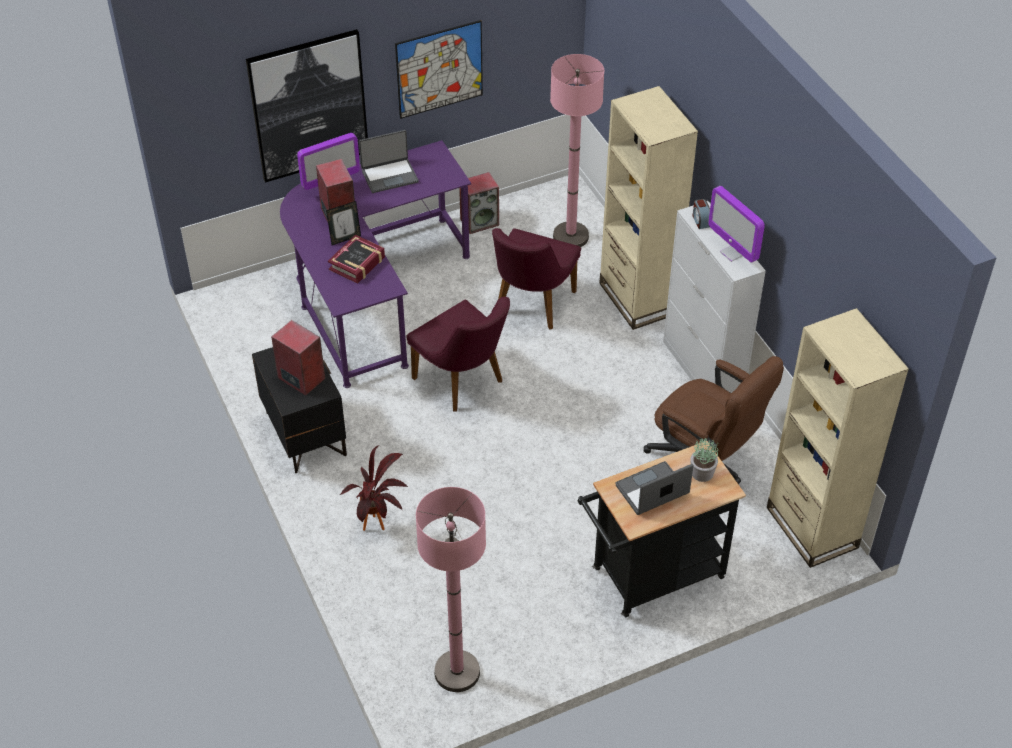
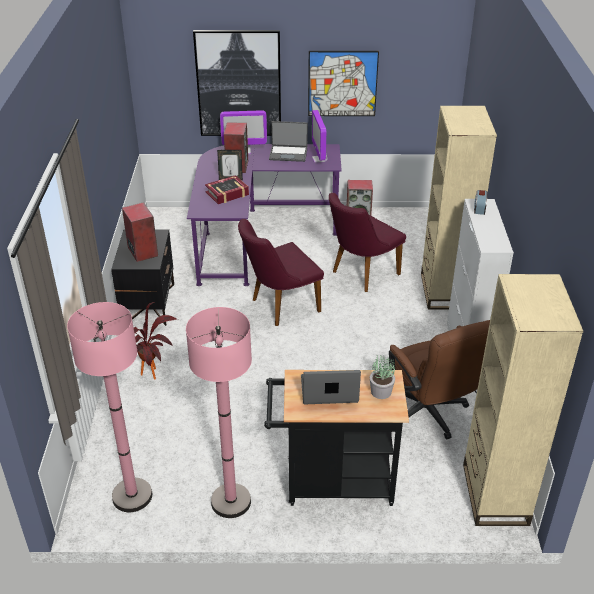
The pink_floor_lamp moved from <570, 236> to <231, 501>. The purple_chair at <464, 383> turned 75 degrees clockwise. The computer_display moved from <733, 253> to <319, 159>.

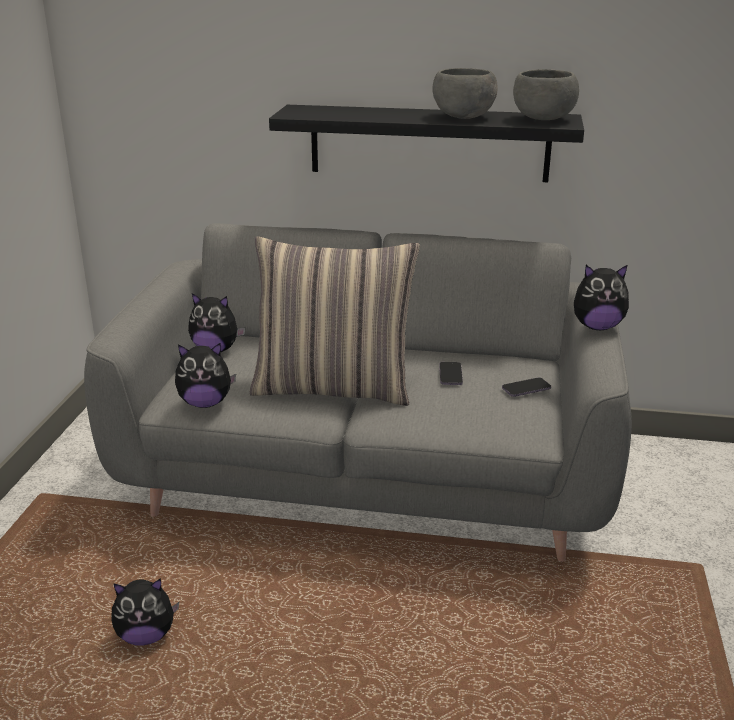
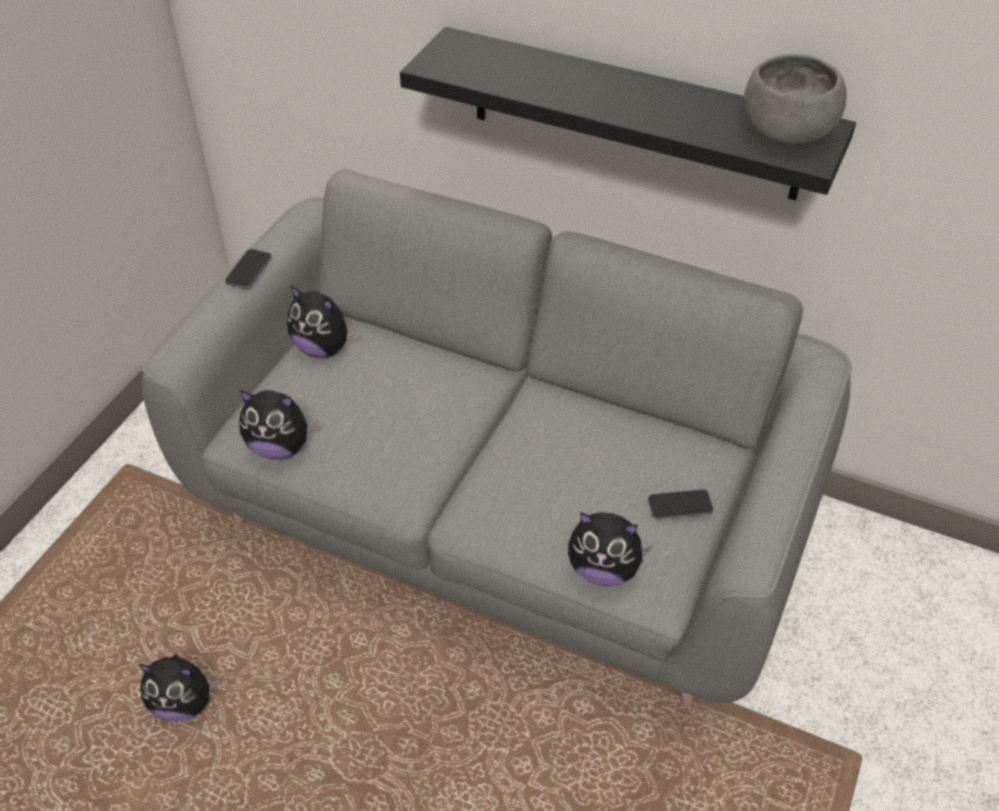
The telephone moved from <450, 375> to <248, 270>. The soft_toy moved from <597, 327> to <603, 569>. The pillow at <334, 387> disappeared. The grey_serving_bowl at <463, 117> disappeared.

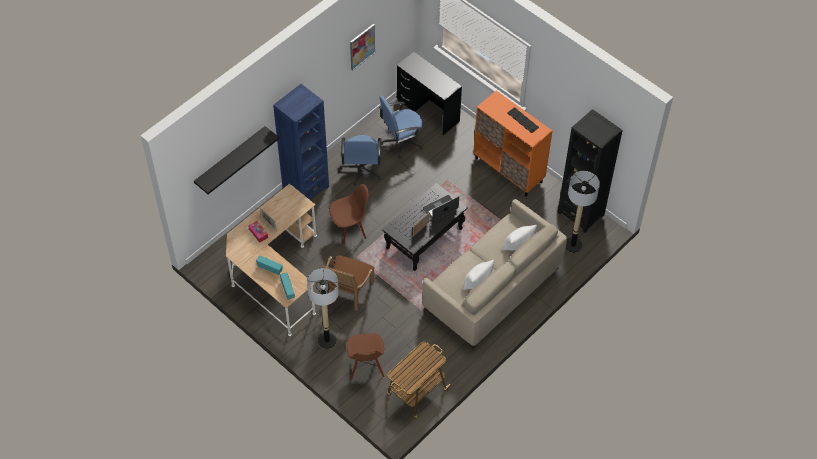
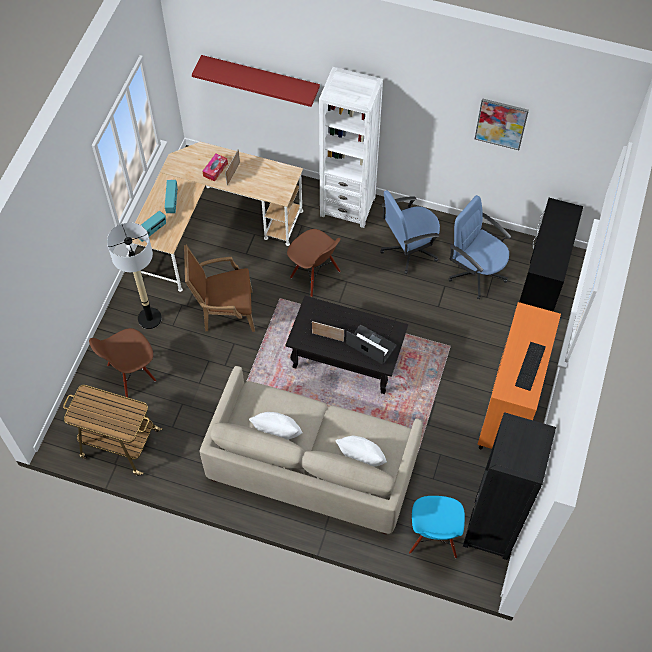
The black_wall_shelf at <230, 158> became the red_wall_shelf at <260, 77>. The blue_bookcase at <305, 188> became the white_bookcase at <347, 206>. The floor_lamp at <573, 245> was replaced by the blue_chair at <433, 538>.

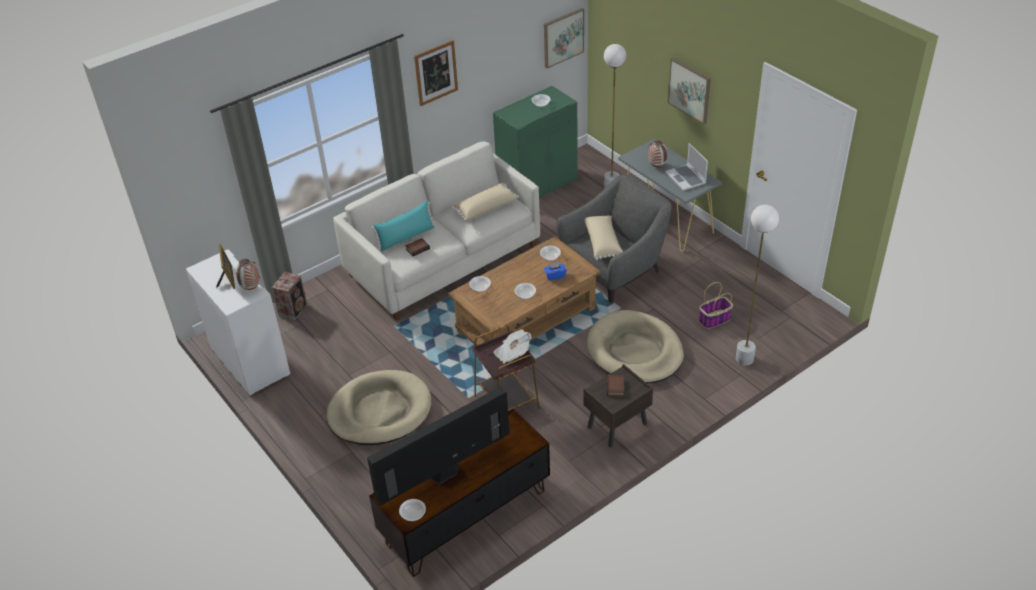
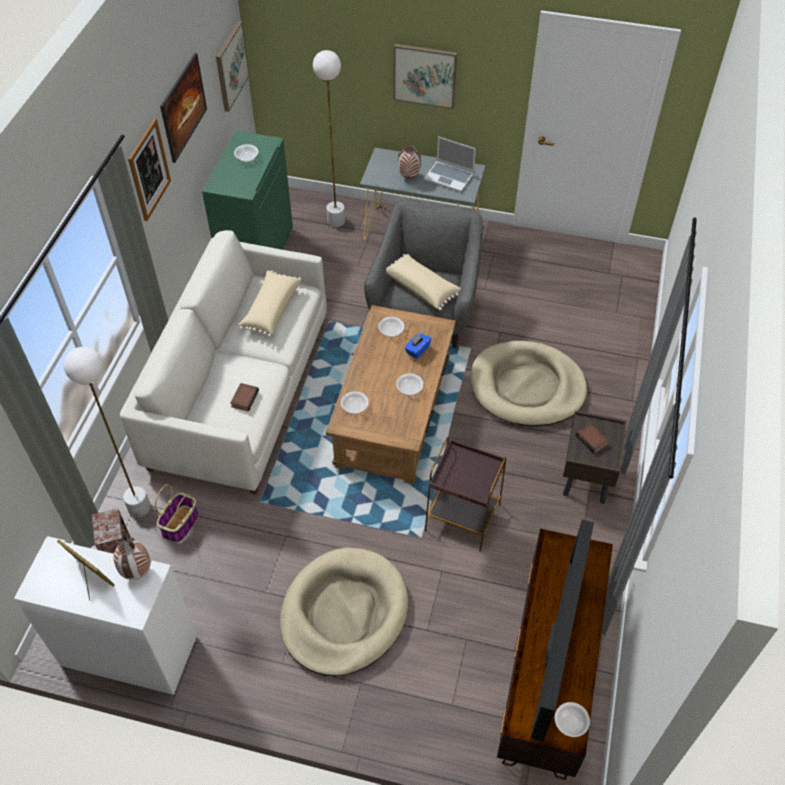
The white_floor_lamp moved from <744, 359> to <139, 507>. The storage_basket moved from <714, 320> to <180, 525>. The wall_picture at <186, 121> appeared. The blue-green_pillow at <406, 237> disappeared. The printed_paper at <512, 353> disappeared.

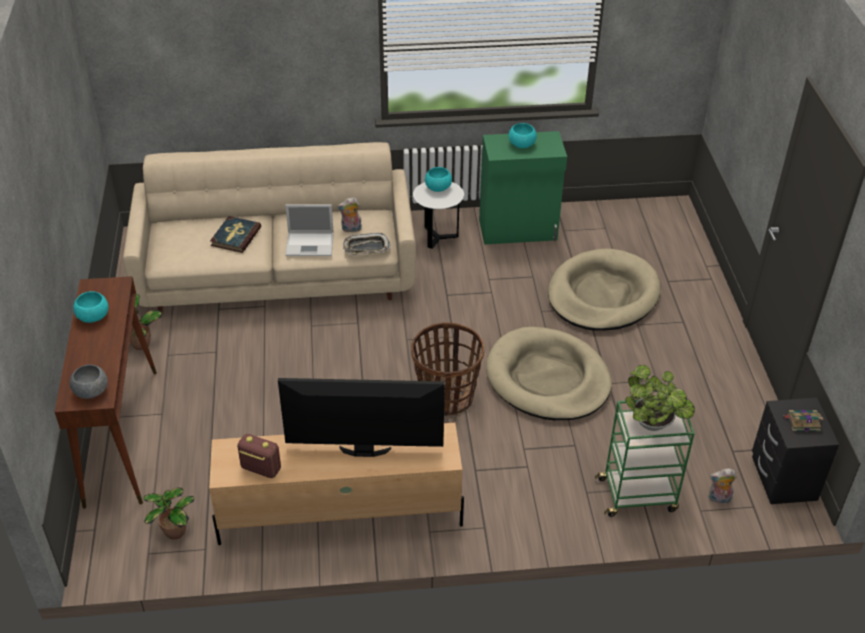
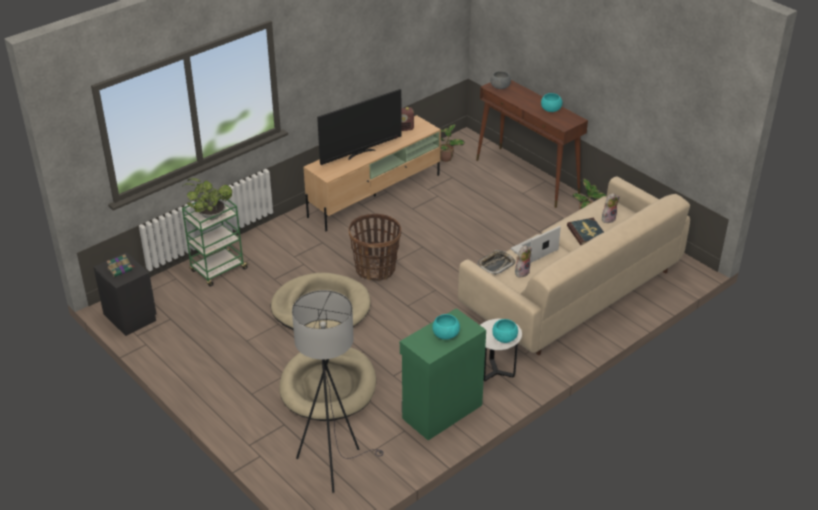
The grey_floor_lamp at <333, 463> appeared. The soft_toy moved from <718, 499> to <608, 218>.

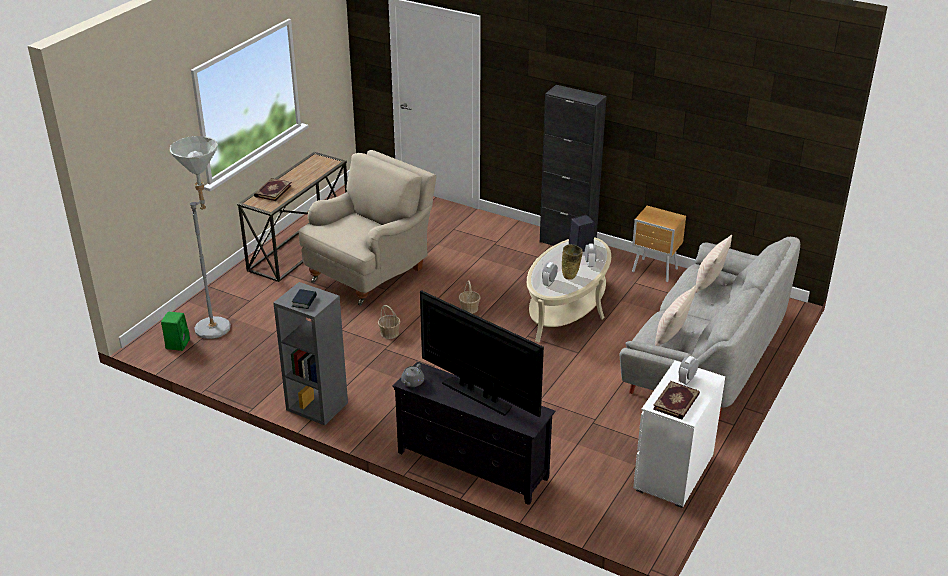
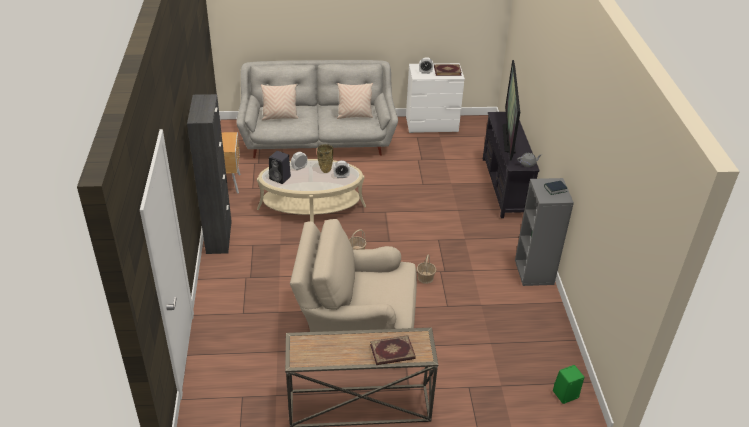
The grey_floor_lamp at <218, 325> disappeared.

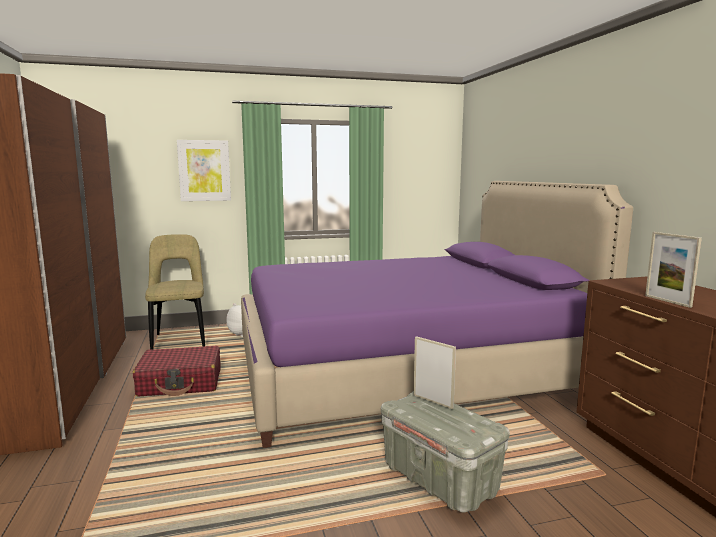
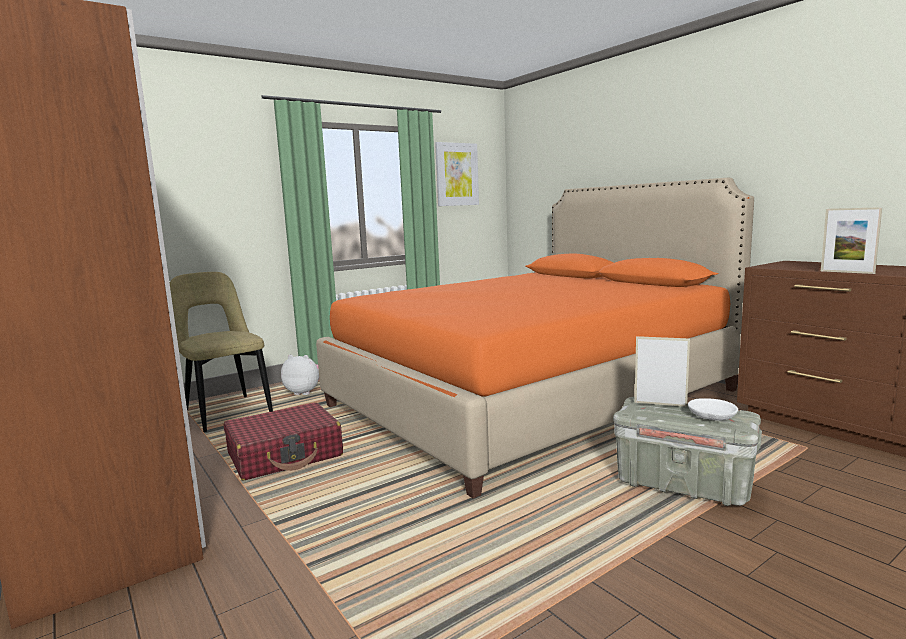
The purple_bed at <404, 370> became the orangey_bed at <531, 398>. The wall_picture moved from <204, 170> to <456, 174>. The white_serving_bowl at <712, 416> appeared.

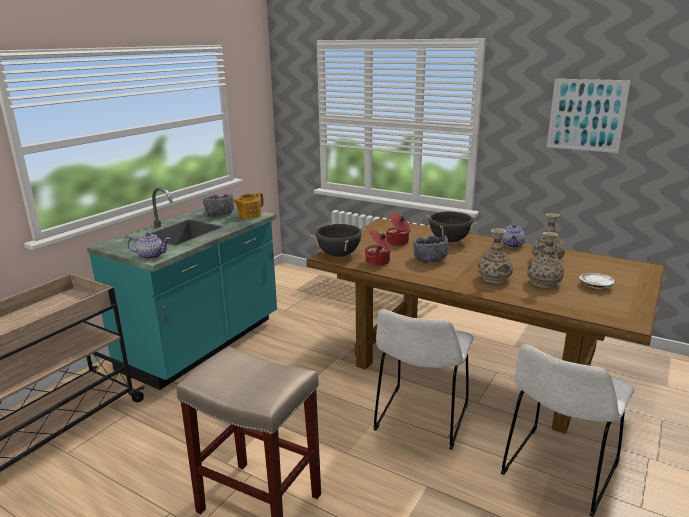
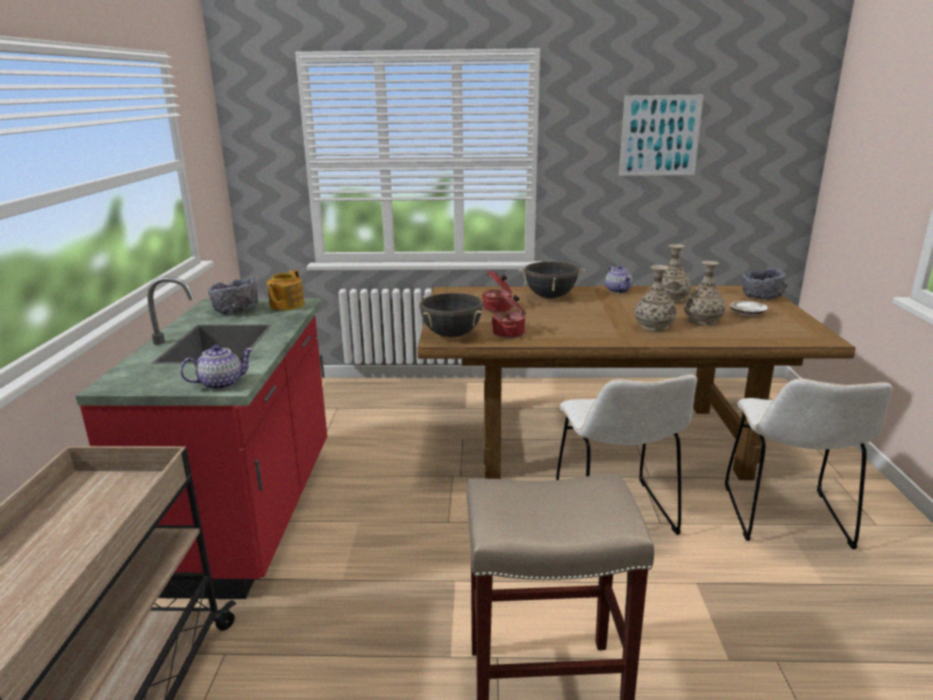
The blue-green_kitchen_base_unit at <203, 344> became the red_kitchen_base_unit at <249, 514>. The grey_serving_bowl moved from <430, 259> to <761, 296>.

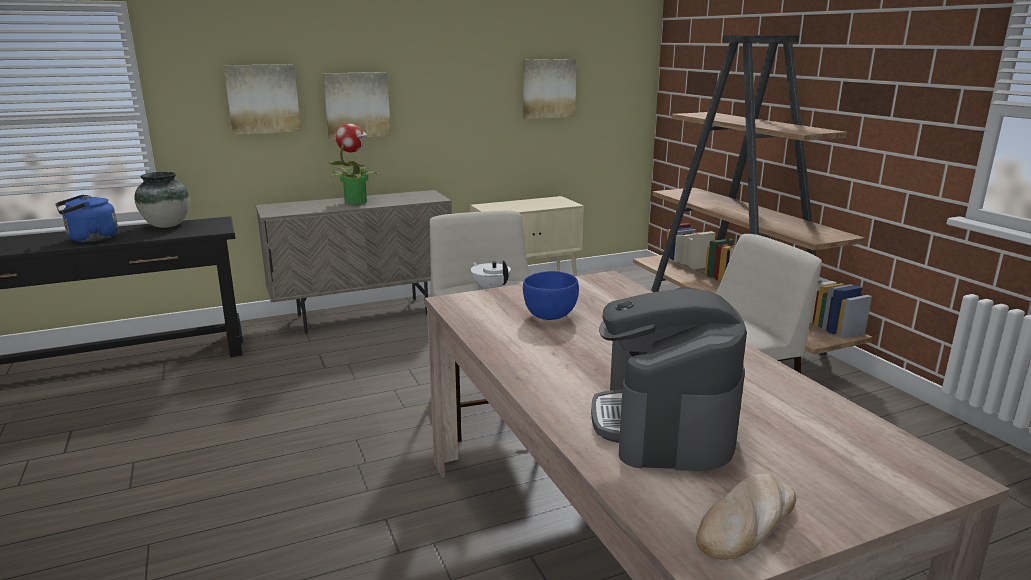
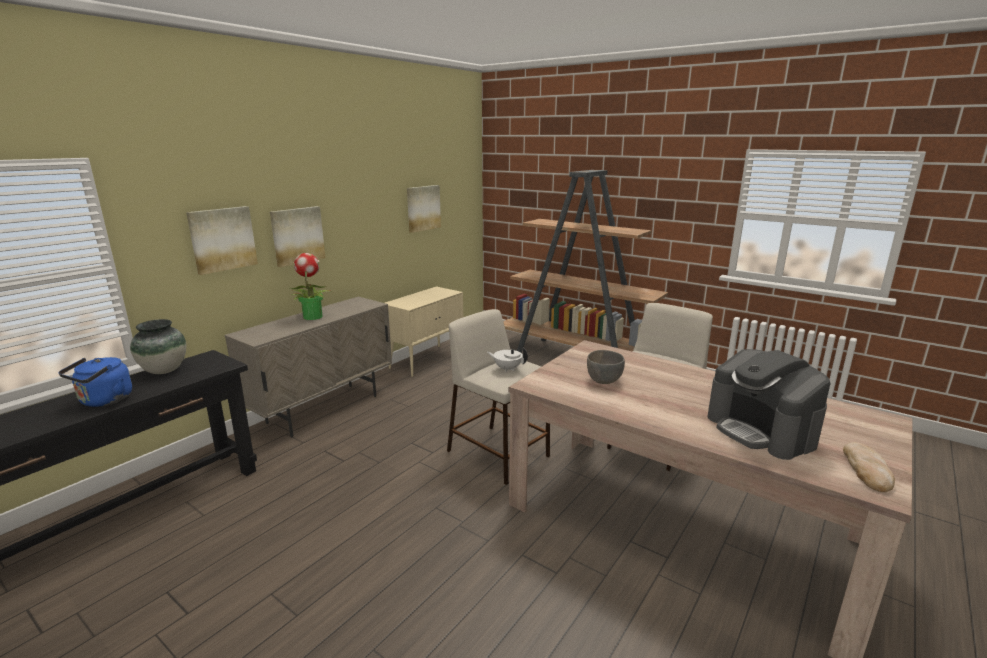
The blue_serving_bowl at <550, 316> became the grey_serving_bowl at <604, 380>.

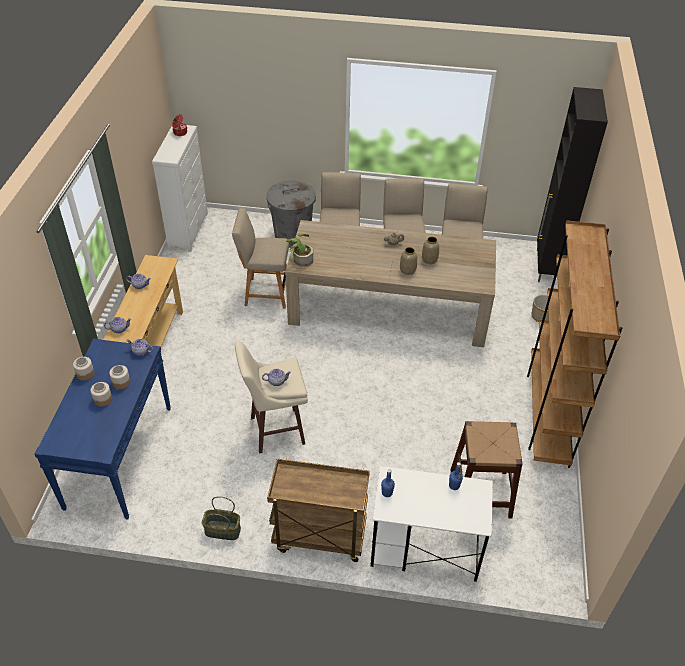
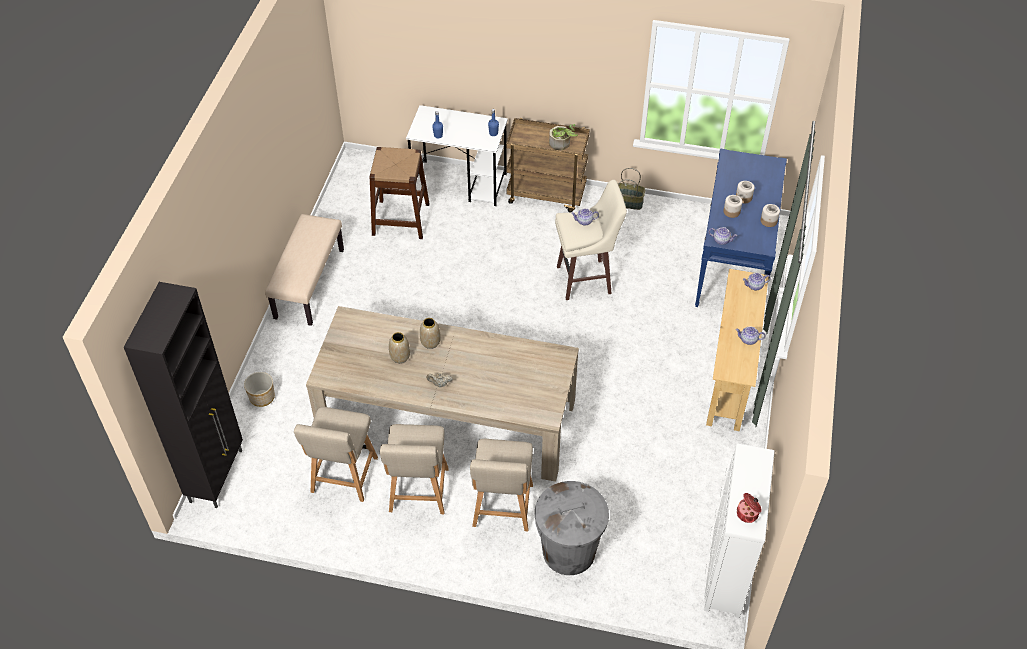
The brown_bookcase at <547, 414> was replaced by the beige_indoor_bench at <309, 283>. The plant_in_a_pot moved from <301, 258> to <562, 144>. The beige_chair at <265, 293> disappeared.

